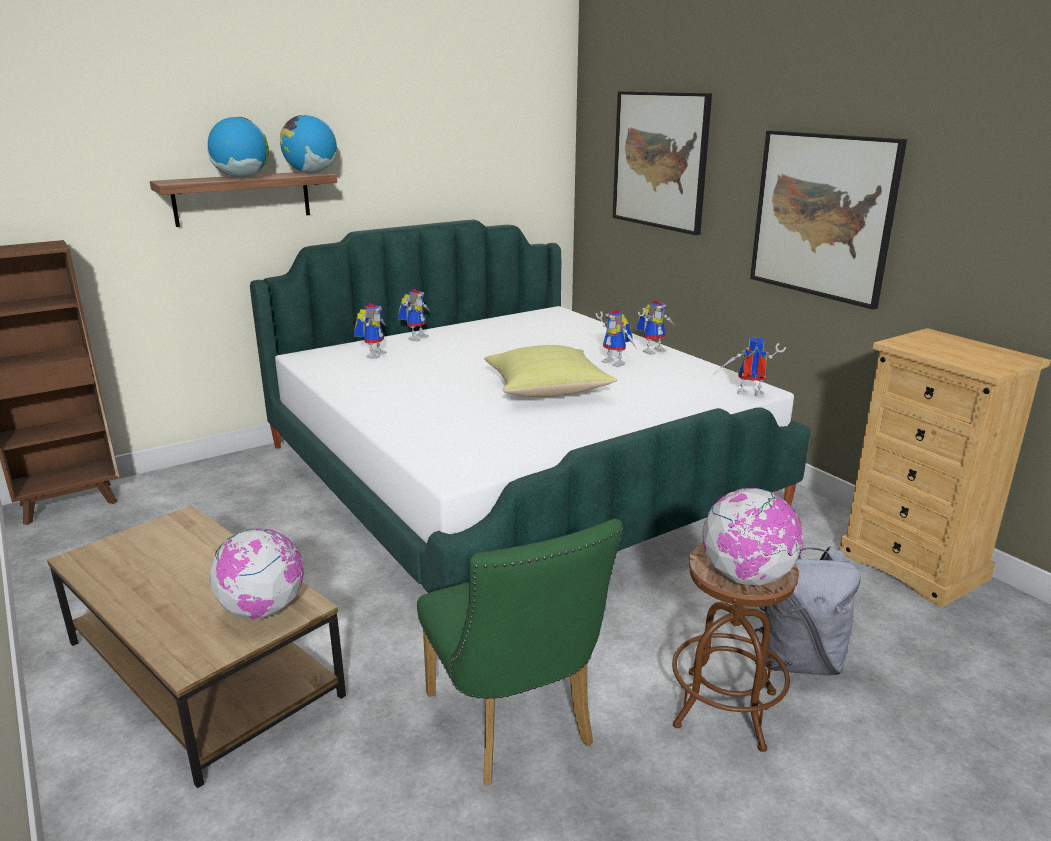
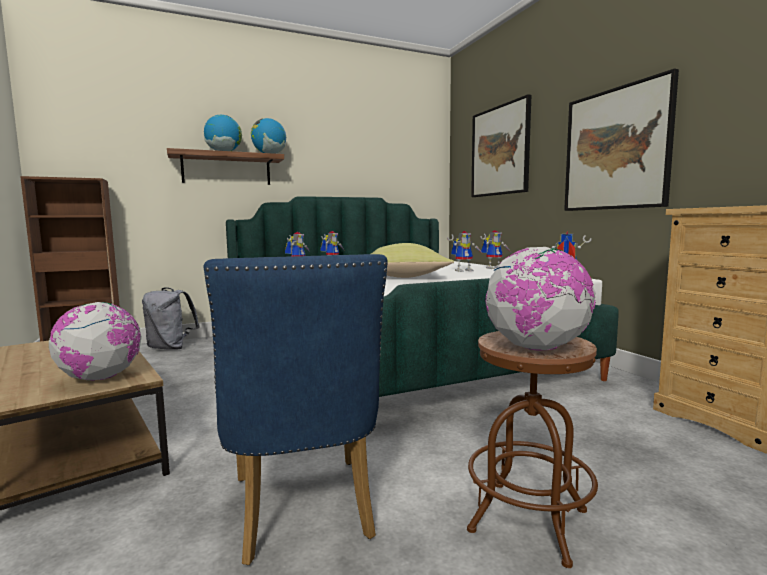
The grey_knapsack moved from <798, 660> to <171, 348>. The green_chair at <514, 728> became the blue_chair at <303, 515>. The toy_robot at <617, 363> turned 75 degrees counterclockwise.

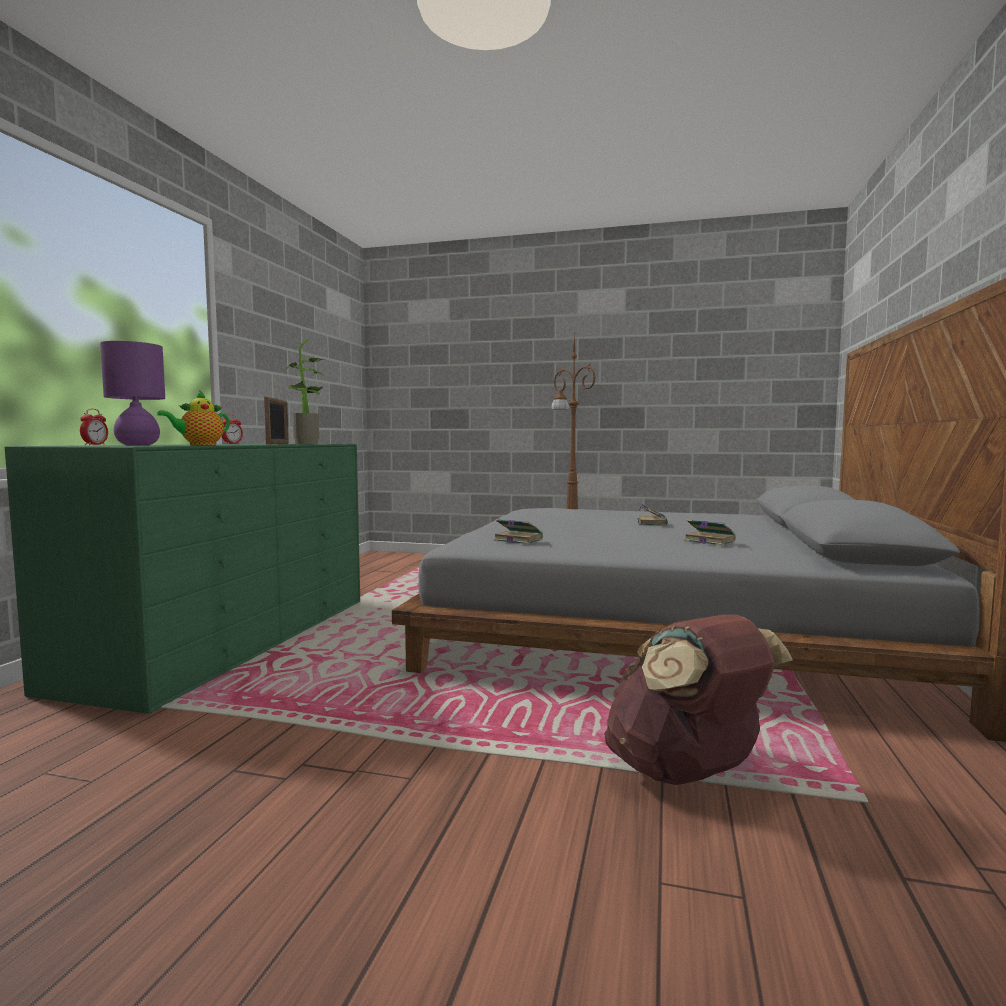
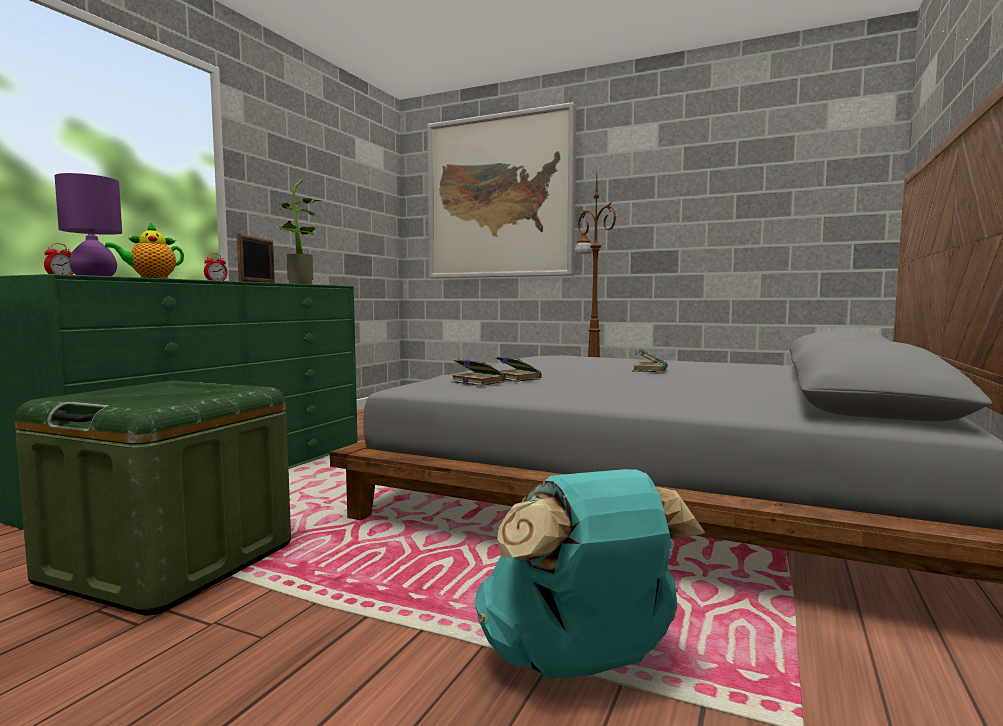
The green_storage_box at <170, 562> appeared. The wall_picture at <500, 197> appeared. The brown_knapsack at <686, 773> became the blue-green_knapsack at <580, 663>. The bound_book moved from <708, 541> to <515, 378>.

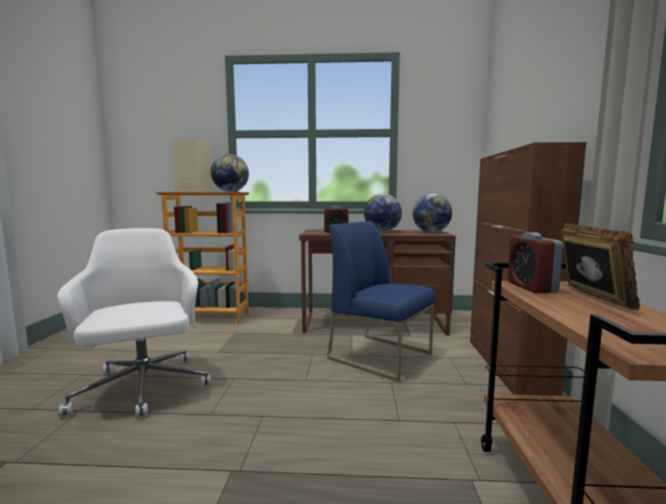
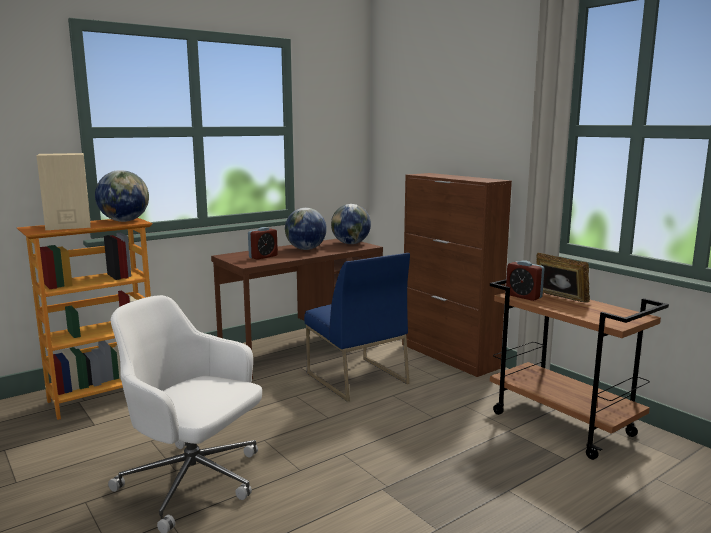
The blue_chair at <381, 356> turned 120 degrees counterclockwise.

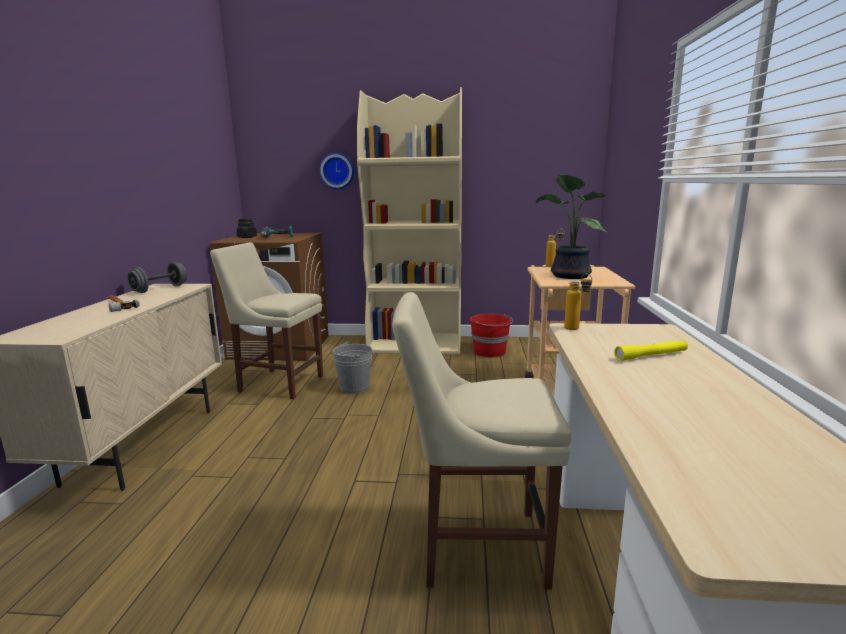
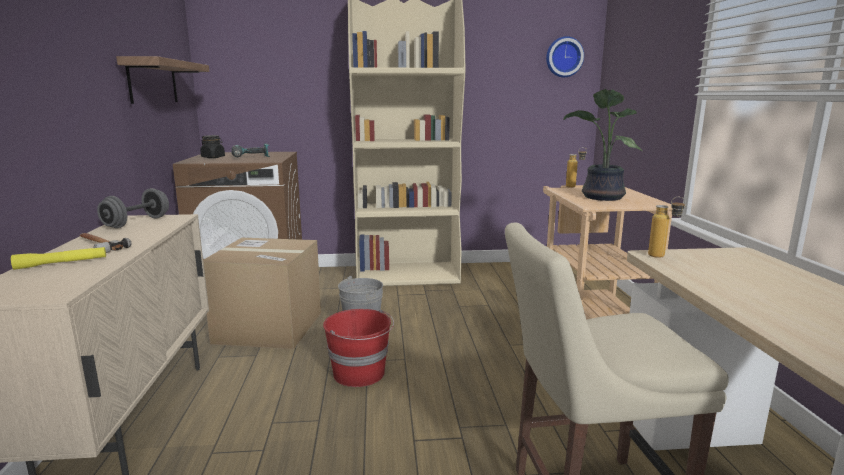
The yellowish_hand_torch moved from <651, 356> to <61, 263>. The wall_shelf at <153, 82> appeared. The beige_chair at <278, 383> was replaced by the cardboard_box at <269, 327>. The red_pail moved from <490, 352> to <360, 373>. The hanging_clock moved from <337, 171> to <563, 57>.

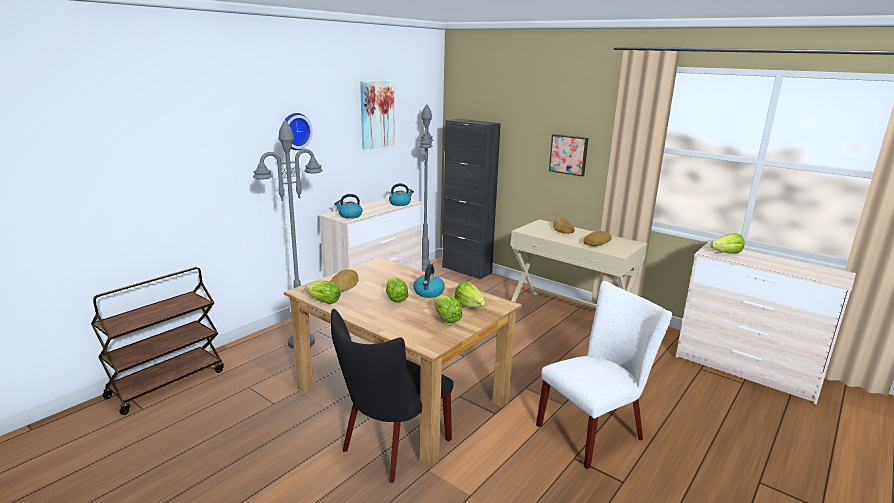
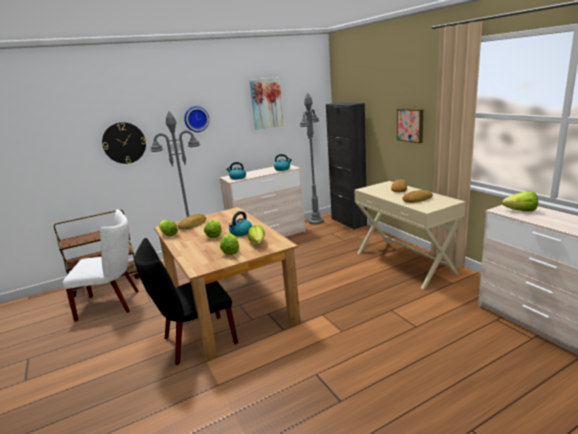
The white_chair moved from <595, 430> to <113, 304>. The hanging_clock at <124, 143> appeared.

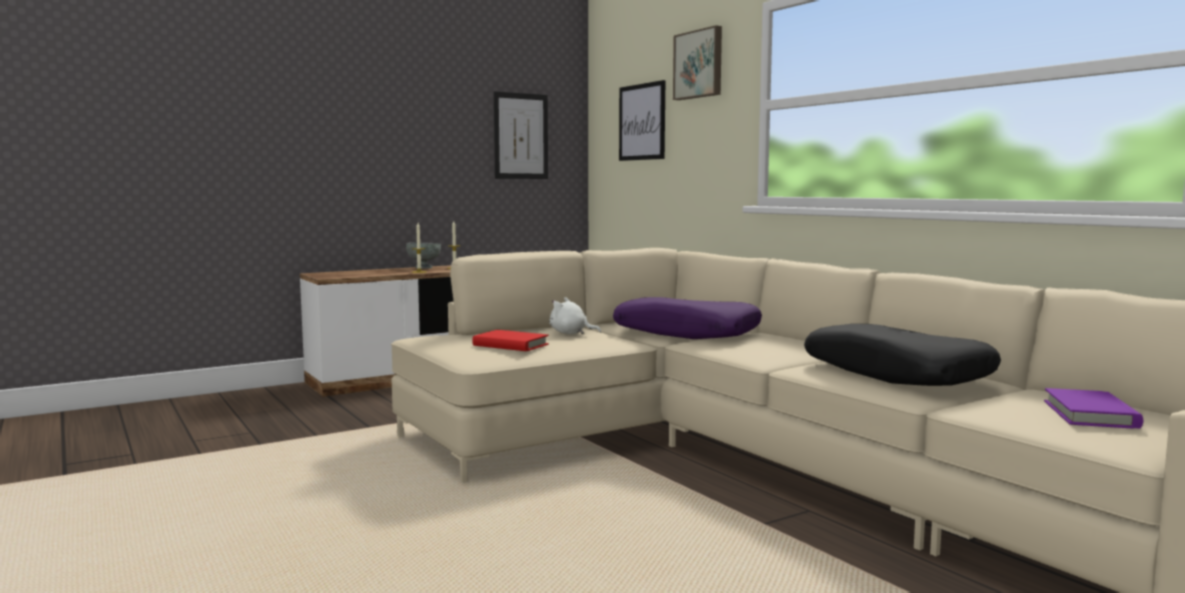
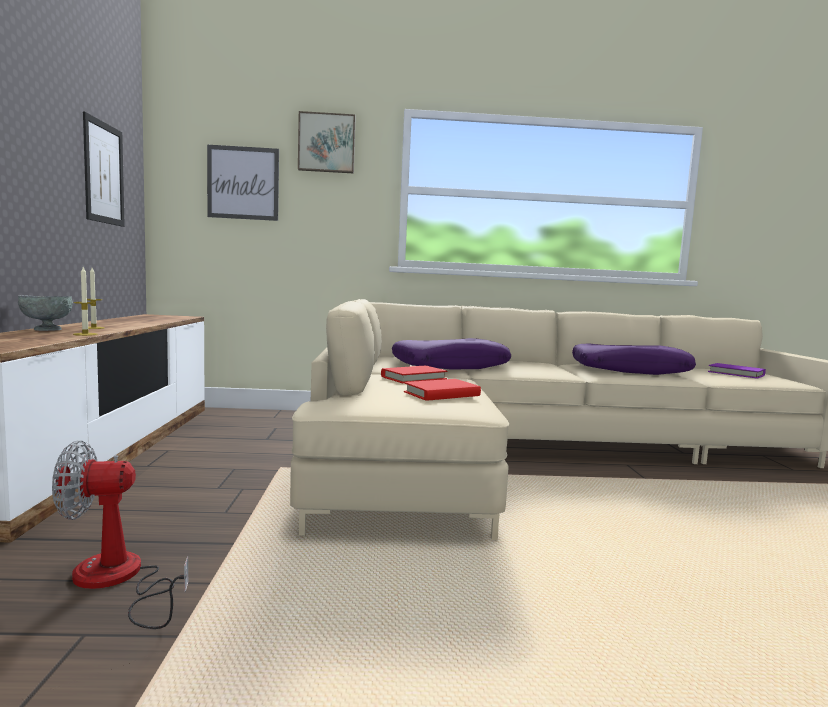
The fan at <118, 580> appeared. The white_soft_toy at <571, 333> was replaced by the red_bound_book at <413, 378>. The black_pillow at <896, 373> became the purple_pillow at <630, 370>.

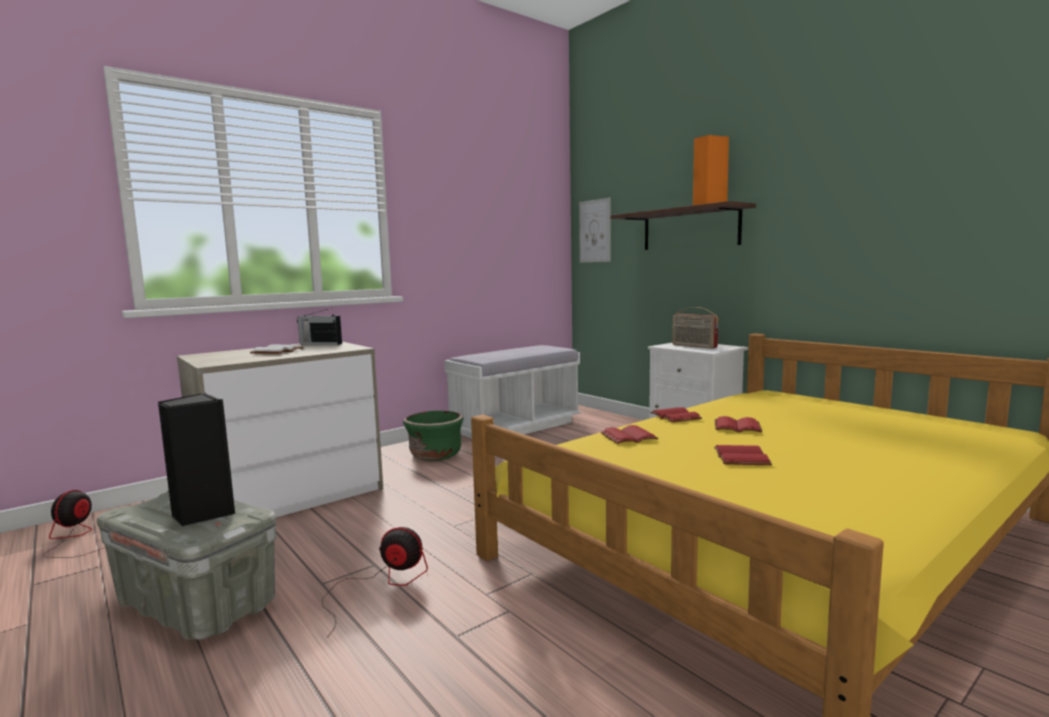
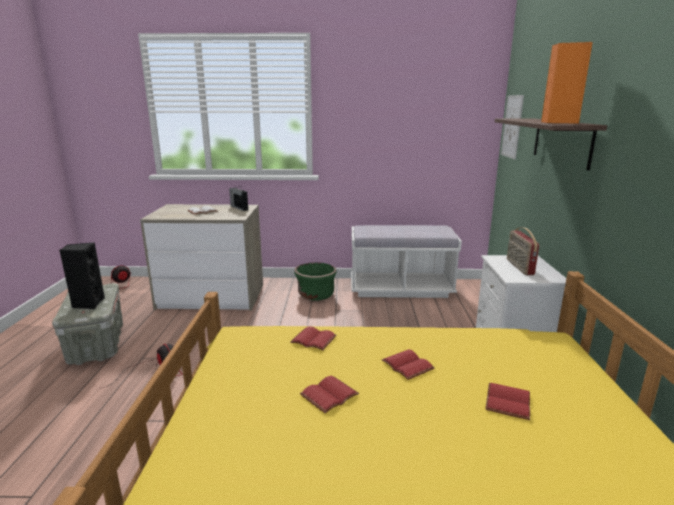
The red_bound_book moved from <674, 417> to <506, 401>.

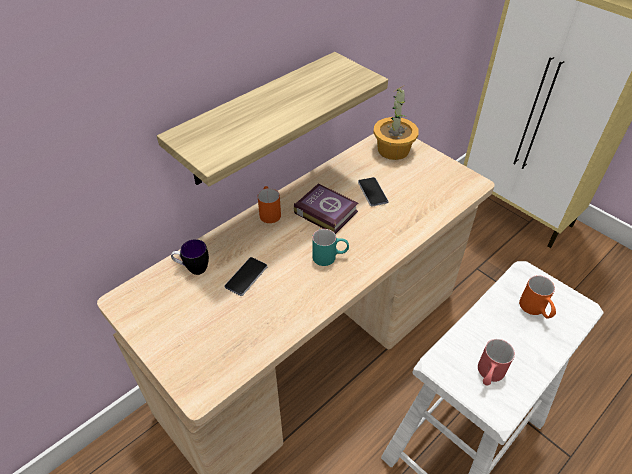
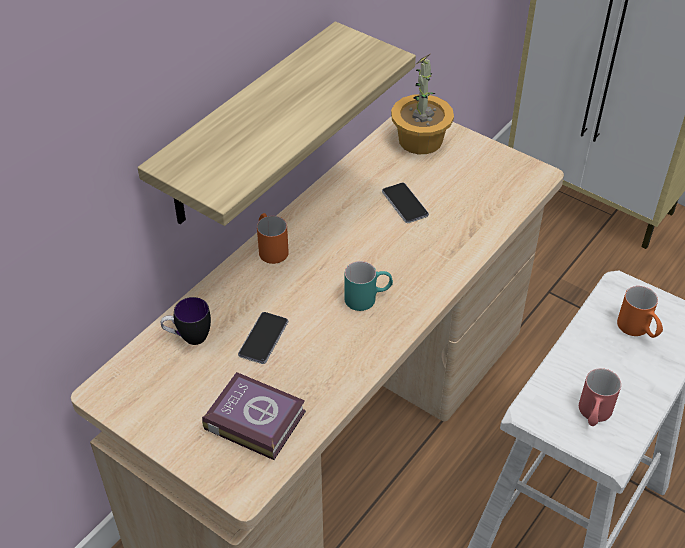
The bound_book moved from <325, 211> to <254, 418>.

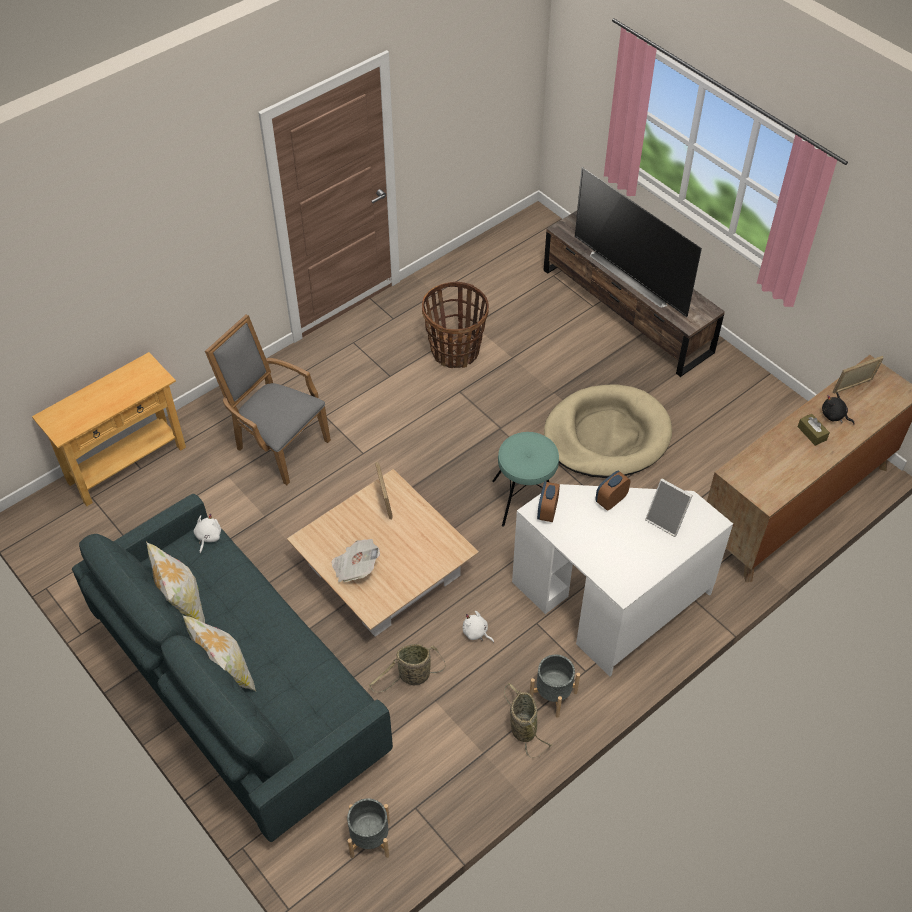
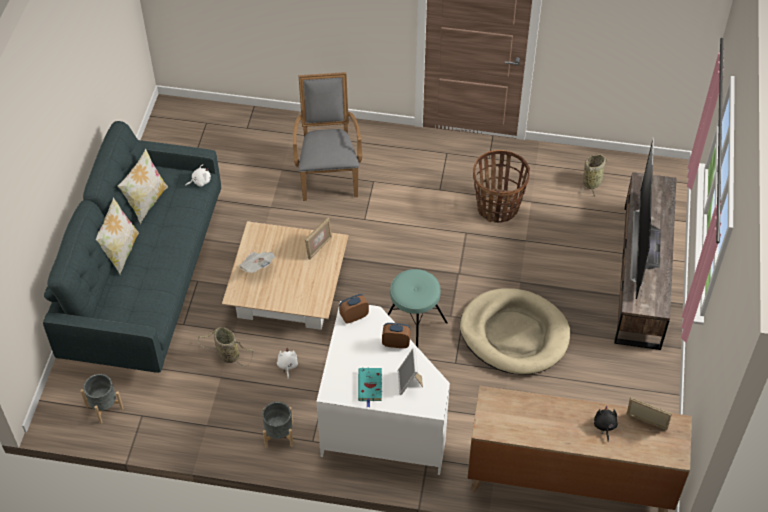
The blue-green_bound_book at <370, 387> appeared. The storage_basket moved from <522, 727> to <592, 182>. The beige_console_table at <127, 464> disappeared. The brown_box_of_tissues at <812, 433> disappeared.

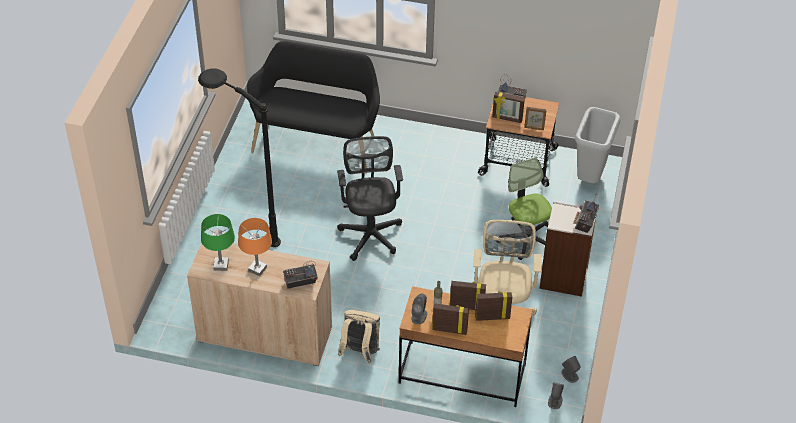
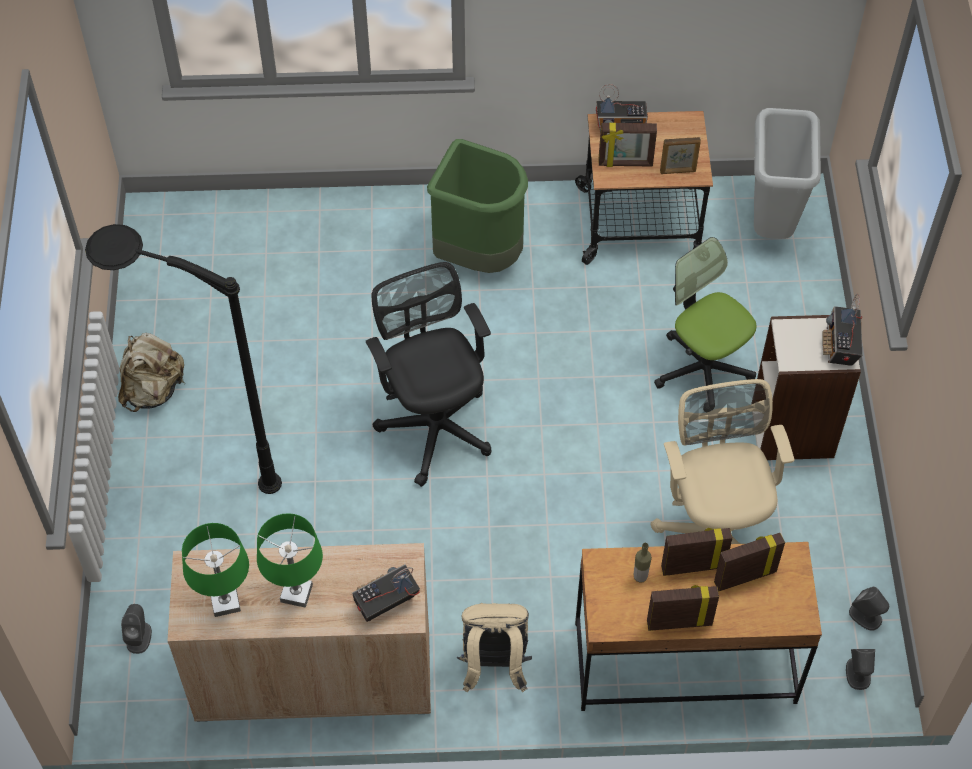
The beige_knapsack at <153, 390> appeared. The grey_loudspeaker moved from <419, 316> to <139, 637>. The orangey_tabletop_lamp at <257, 269> became the green_tabletop_lamp at <296, 593>. The green_rubbish_bin at <478, 255> appeared. The black_indoor_bench at <317, 141> disappeared.

